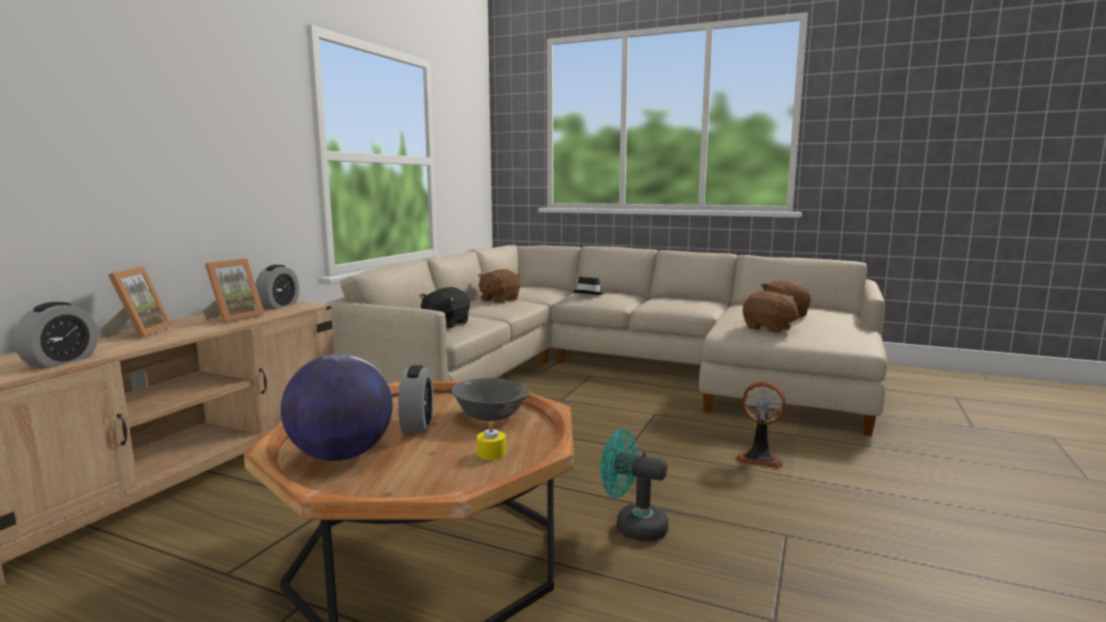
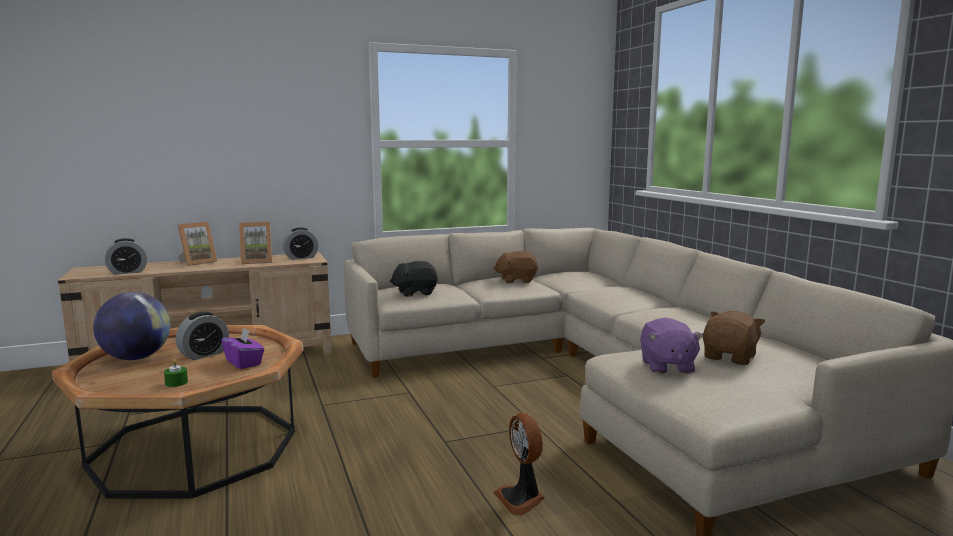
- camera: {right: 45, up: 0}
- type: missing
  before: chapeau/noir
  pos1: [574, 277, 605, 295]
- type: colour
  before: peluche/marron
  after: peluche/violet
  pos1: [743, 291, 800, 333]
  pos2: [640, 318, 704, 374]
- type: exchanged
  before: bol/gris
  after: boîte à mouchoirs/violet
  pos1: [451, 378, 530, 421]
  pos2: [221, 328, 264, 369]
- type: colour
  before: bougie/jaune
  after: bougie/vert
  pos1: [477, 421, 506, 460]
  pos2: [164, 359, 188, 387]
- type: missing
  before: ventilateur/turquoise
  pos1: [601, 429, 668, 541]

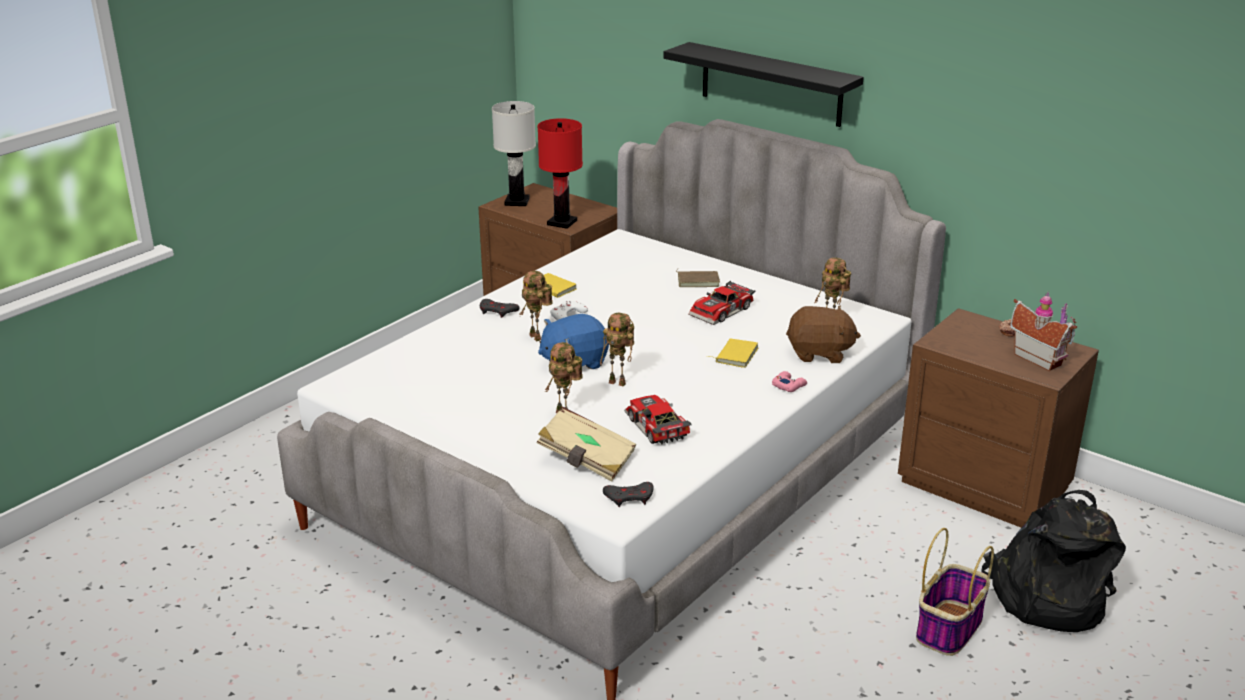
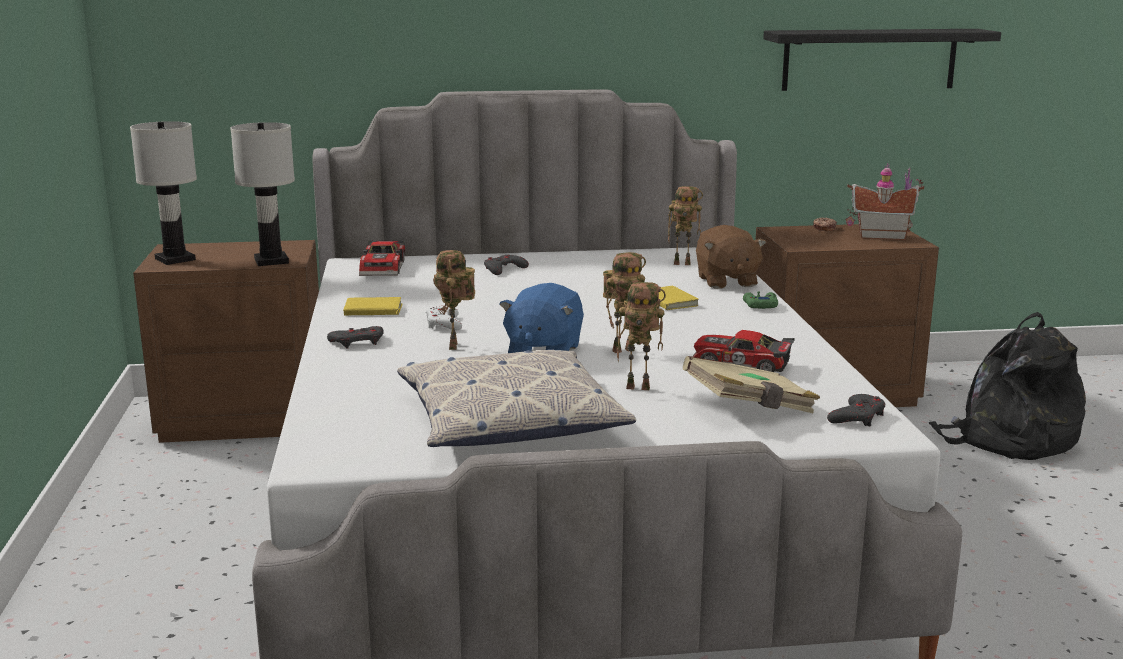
- camera: {right: -45, up: -10}
- type: relocated
  before: étagère/noir
  pos1: [663, 42, 864, 127]
  pos2: [763, 29, 1001, 91]
- type: colour
  before: lampe de table/rouge
  after: lampe de table/blanc
  pos1: [538, 118, 583, 229]
  pos2: [230, 122, 295, 266]
- type: exchanged
  before: livre/marron
  after: manette/gris
  pos1: [676, 268, 720, 287]
  pos2: [484, 255, 529, 275]
- type: spun
  before: robot jouet
  pos1: [519, 271, 553, 341]
  pos2: [433, 250, 475, 350]
  turn: 75
- type: relocated
  before: petite voiture
  pos1: [688, 281, 755, 325]
  pos2: [359, 239, 405, 276]
- type: spun
  before: peluche/marron
  pos1: [786, 305, 861, 363]
  pos2: [696, 225, 767, 289]
  turn: 120
- type: colour
  before: manette/rose
  after: manette/vert
  pos1: [772, 371, 807, 392]
  pos2: [743, 292, 778, 309]
- type: missing
  before: panier
  pos1: [916, 528, 994, 656]
- type: appeared
  after: coussin
  pos2: [397, 349, 636, 447]

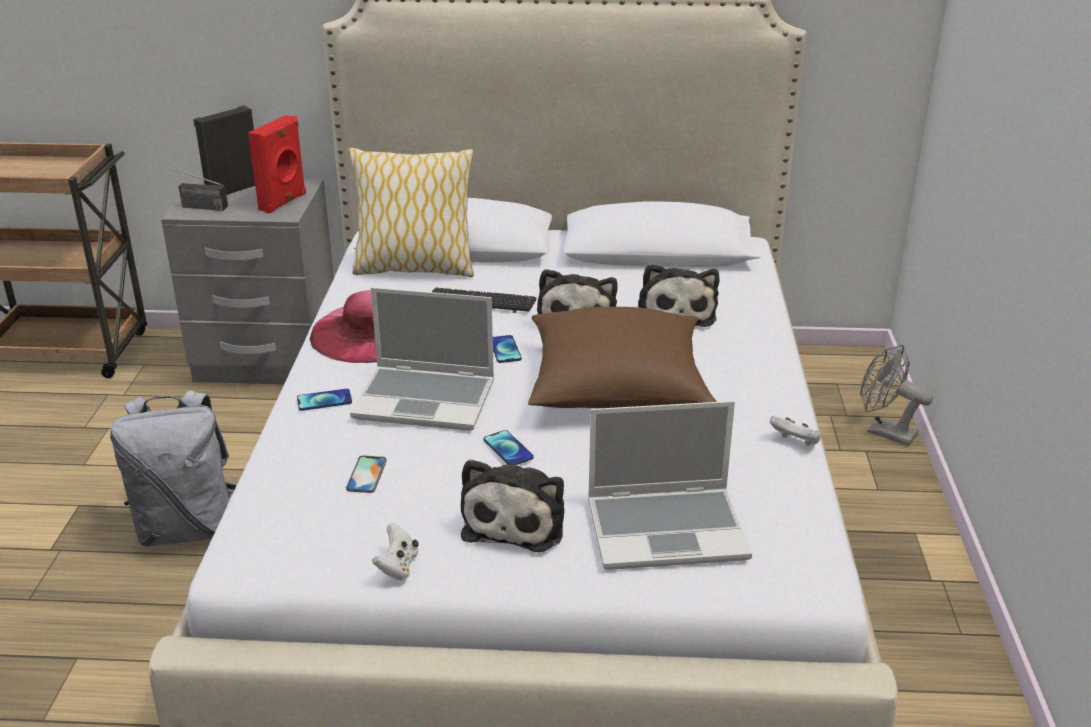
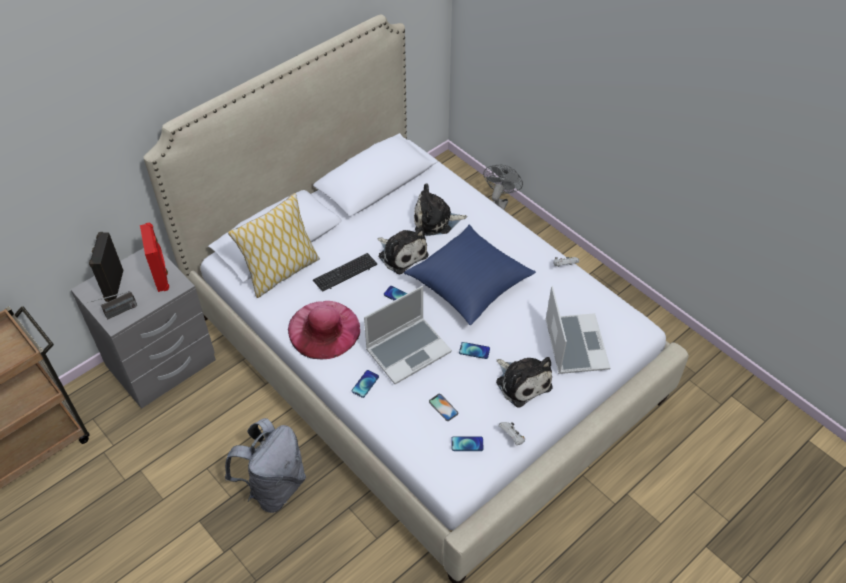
- camera: {right: -45, up: 20}
- type: spun
  before: peluche
  pos1: [638, 264, 719, 327]
  pos2: [414, 184, 467, 236]
  turn: 135
- type: colour
  before: coussin/marron
  after: coussin/bleu
  pos1: [528, 307, 717, 408]
  pos2: [404, 225, 536, 325]
- type: spun
  before: ventilateur/gris
  pos1: [860, 344, 933, 446]
  pos2: [483, 164, 523, 210]
  turn: 120
- type: spun
  before: ordinateur portable
  pos1: [588, 401, 752, 570]
  pos2: [546, 286, 610, 374]
  turn: -45
- type: appeared
  after: téléphone
  pos2: [451, 437, 484, 451]

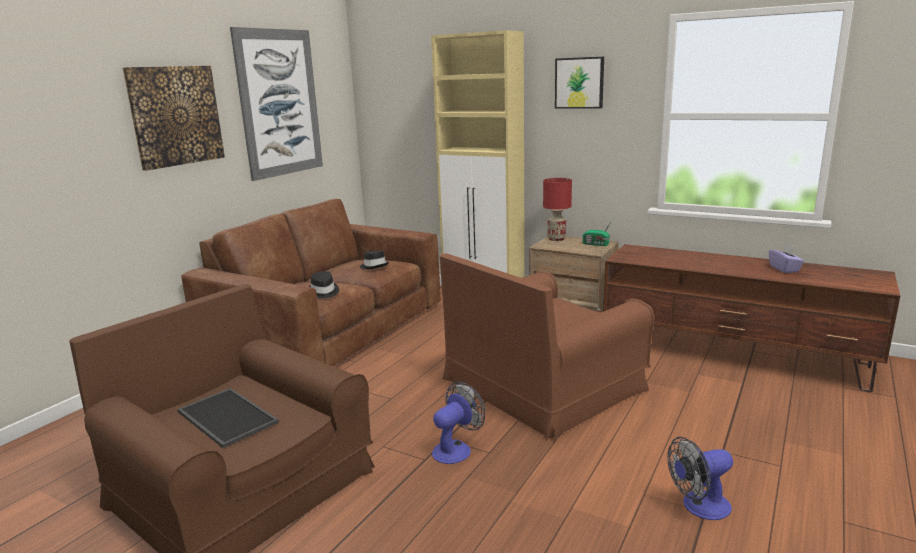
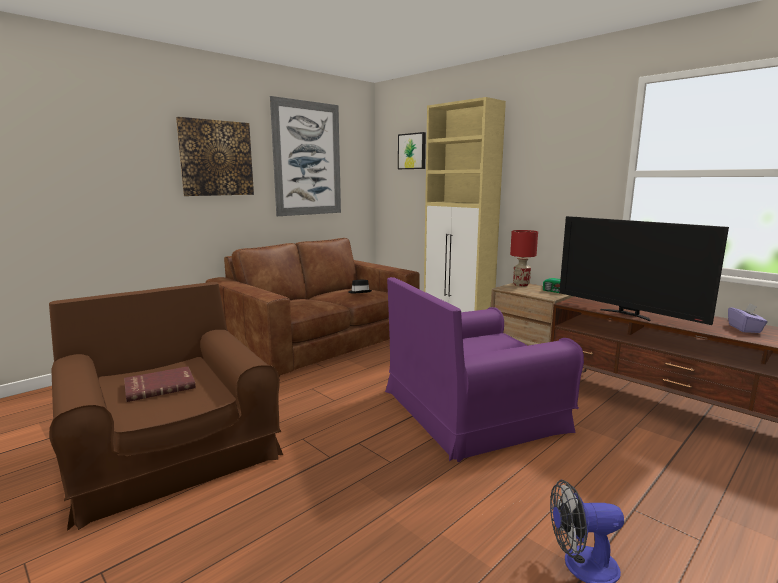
- camera: {right: 15, up: -5}
- type: relocated
  before: tableau
  pos1: [555, 57, 604, 109]
  pos2: [398, 132, 426, 169]
- type: colour
  before: fauteuil/marron
  after: fauteuil/violet
  pos1: [440, 254, 655, 441]
  pos2: [385, 277, 584, 463]
- type: missing
  before: chapeau/noir
  pos1: [309, 271, 339, 299]
- type: missing
  before: ventilateur
  pos1: [432, 382, 485, 464]
- type: exchanged
  before: plateau
  after: livre/rouge
  pos1: [177, 388, 279, 448]
  pos2: [124, 366, 196, 402]
- type: appeared
  after: téléviseur
  pos2: [559, 216, 729, 325]

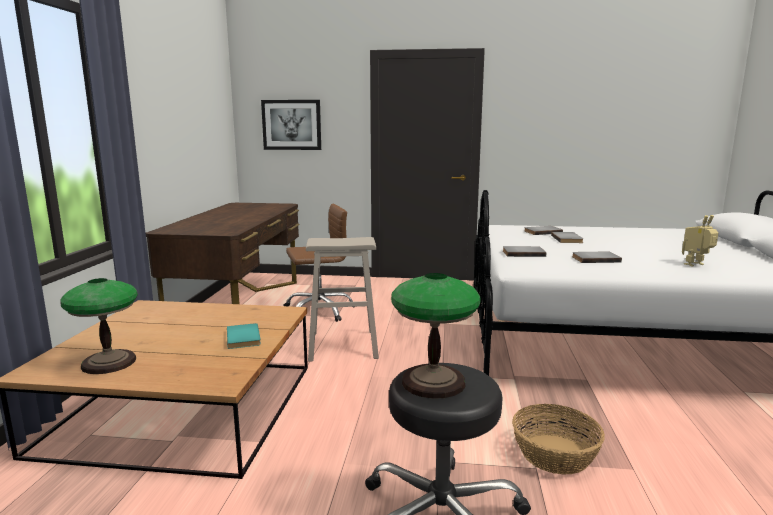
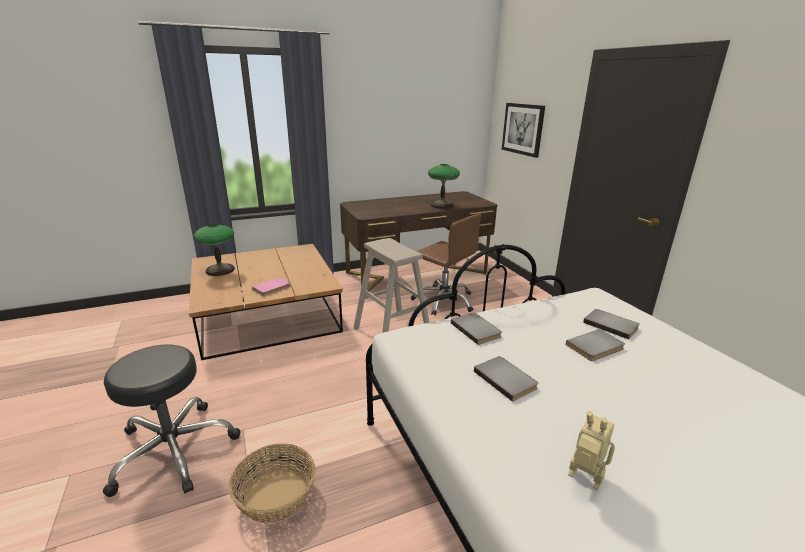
- camera: {right: 60, up: 10}
- type: relocated
  before: lampe de table
  pos1: [391, 273, 481, 399]
  pos2: [428, 164, 460, 209]
- type: colour
  before: livre/turquoise
  after: livre/rose
  pos1: [227, 323, 261, 349]
  pos2: [252, 277, 290, 296]

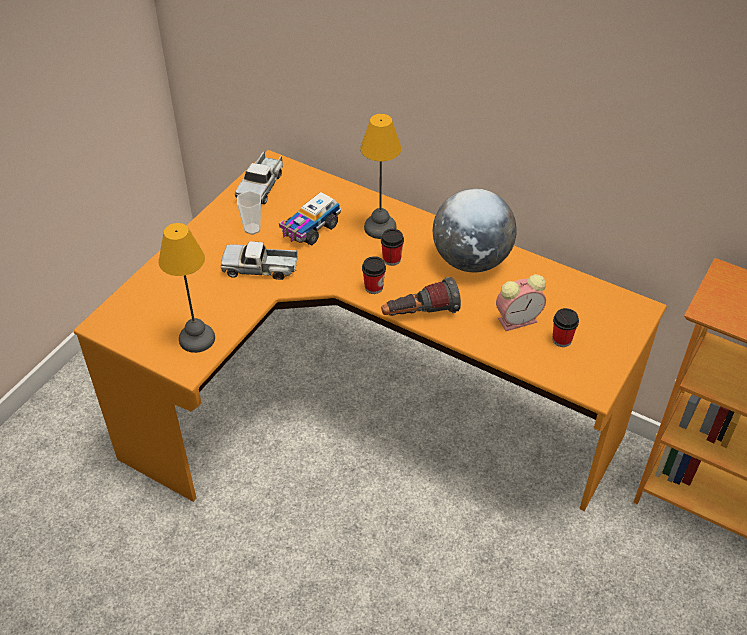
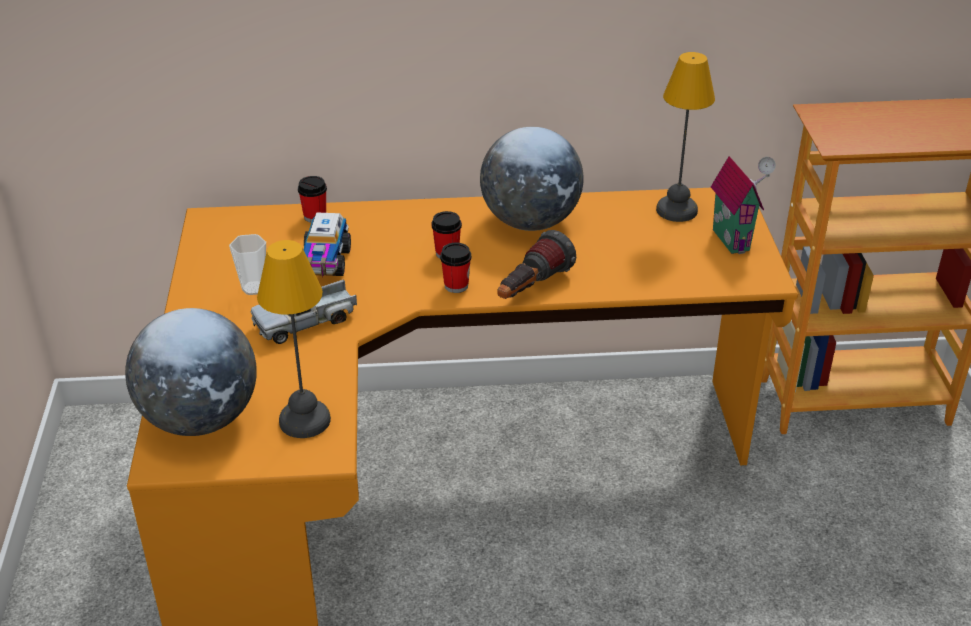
- camera: {right: -35, up: -10}
- type: relocated
  before: lampe de table
  pos1: [360, 114, 401, 239]
  pos2: [656, 52, 715, 222]
- type: missing
  before: camion jouet
  pos1: [235, 151, 283, 204]
- type: missing
  before: réveil
  pos1: [496, 274, 546, 331]
- type: relocated
  before: tasse
  pos1: [553, 308, 579, 347]
  pos2: [298, 176, 327, 223]
- type: appeared
  after: maison miniature
  pos2: [711, 156, 776, 254]
- type: appeared
  after: globe
  pos2: [125, 308, 257, 436]

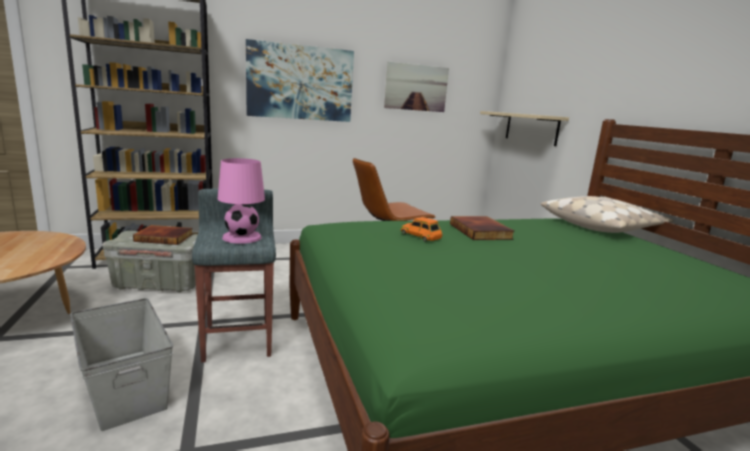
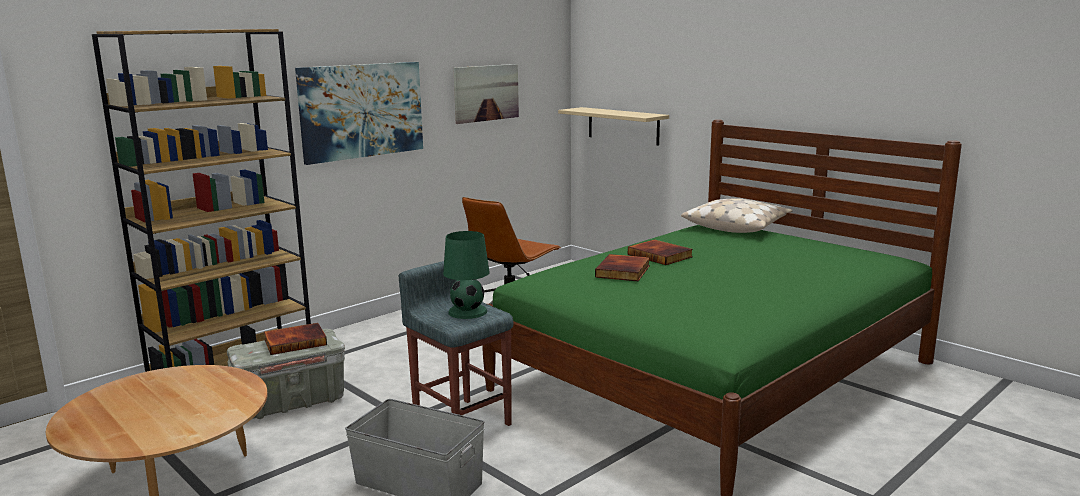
- camera: {right: -25, up: 0}
- type: colour
  before: lampe de table/rose
  after: lampe de table/vert
  pos1: [217, 158, 265, 244]
  pos2: [443, 231, 490, 319]
- type: exchanged
  before: petite voiture/orange
  after: livre
  pos1: [401, 217, 442, 242]
  pos2: [595, 254, 650, 281]

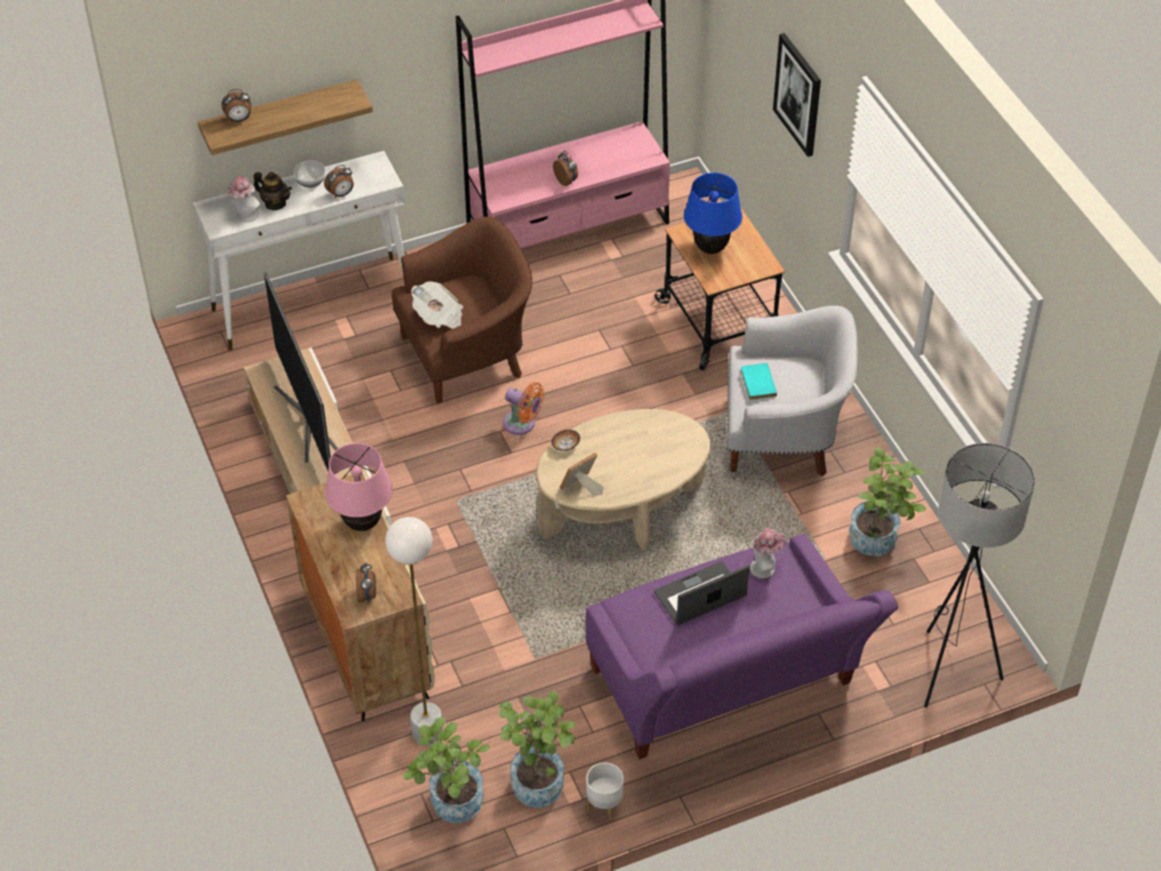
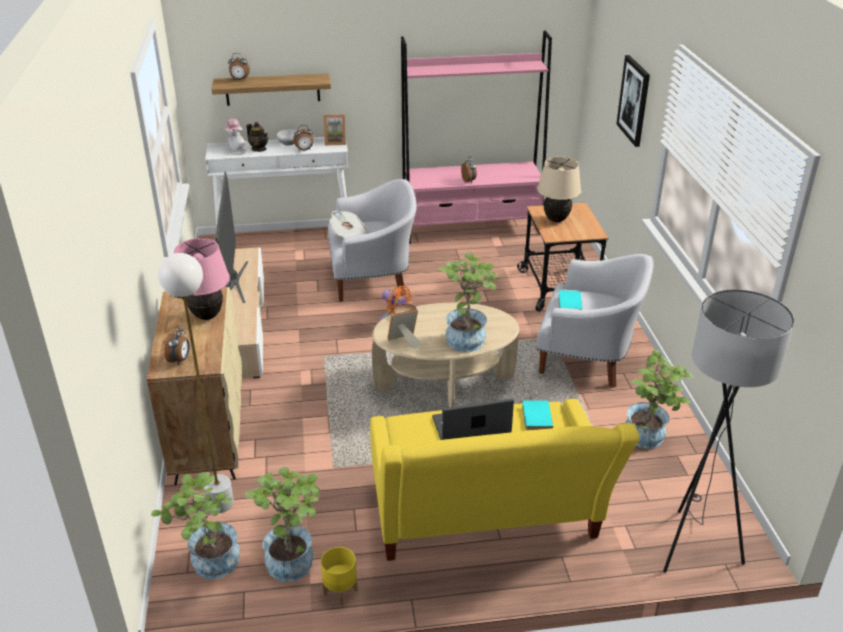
- camera: {right: 15, up: -15}
- type: colour
  before: lampe de table/bleu
  after: lampe de table/beige
  pos1: [684, 173, 742, 254]
  pos2: [537, 157, 581, 222]
- type: colour
  before: fauteuil/marron
  after: fauteuil/blanc
  pos1: [392, 217, 533, 404]
  pos2: [328, 179, 417, 302]
- type: exchanged
  before: chapeau
  after: livre/turquoise
  pos1: [750, 528, 786, 579]
  pos2: [522, 400, 553, 430]
- type: colour
  before: canapé/violet
  after: canapé/jaune
  pos1: [585, 534, 898, 759]
  pos2: [370, 399, 640, 561]
- type: colour
  before: cache-pot/blanc
  after: cache-pot/jaune
  pos1: [586, 762, 624, 820]
  pos2: [321, 547, 358, 606]
- type: appeared
  after: cadre photo
  pos2: [323, 114, 346, 145]
- type: appeared
  after: plante en pot
  pos2: [438, 252, 499, 352]

